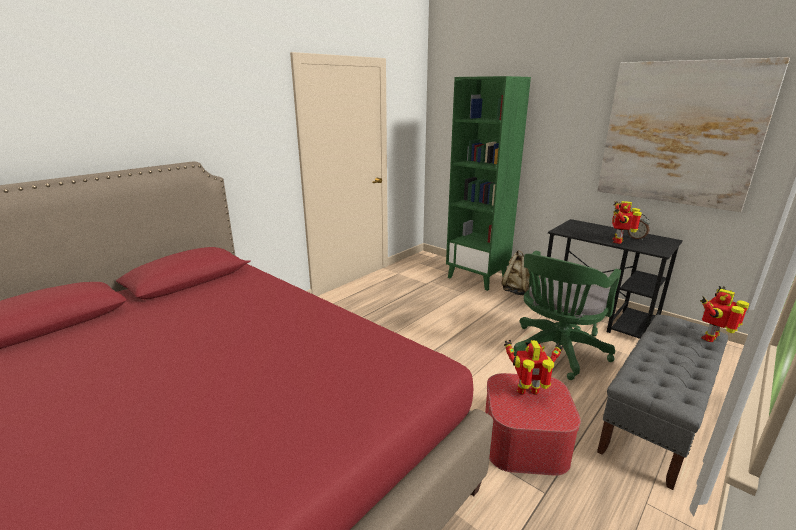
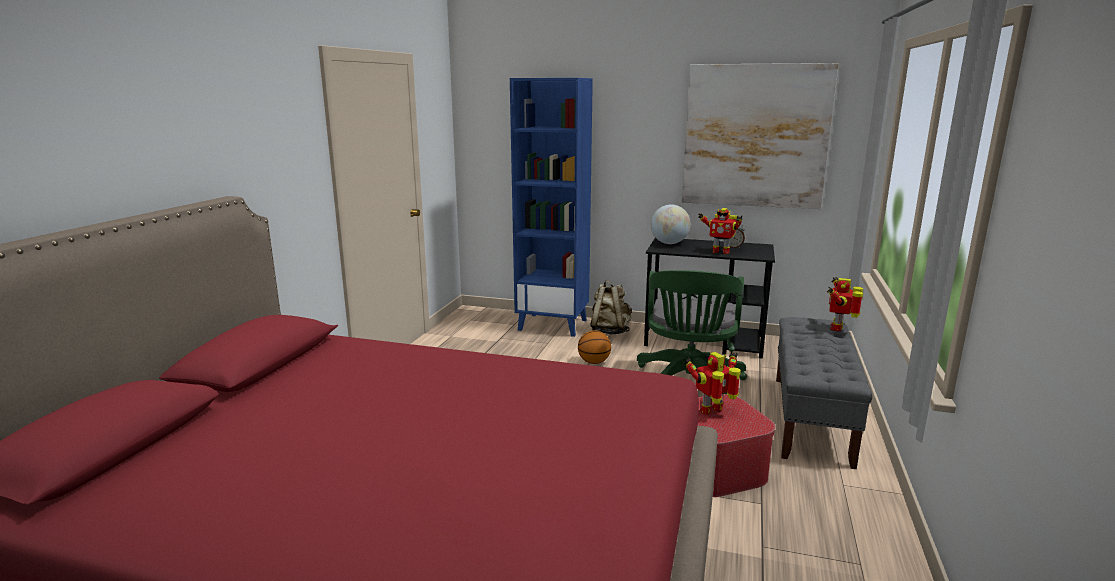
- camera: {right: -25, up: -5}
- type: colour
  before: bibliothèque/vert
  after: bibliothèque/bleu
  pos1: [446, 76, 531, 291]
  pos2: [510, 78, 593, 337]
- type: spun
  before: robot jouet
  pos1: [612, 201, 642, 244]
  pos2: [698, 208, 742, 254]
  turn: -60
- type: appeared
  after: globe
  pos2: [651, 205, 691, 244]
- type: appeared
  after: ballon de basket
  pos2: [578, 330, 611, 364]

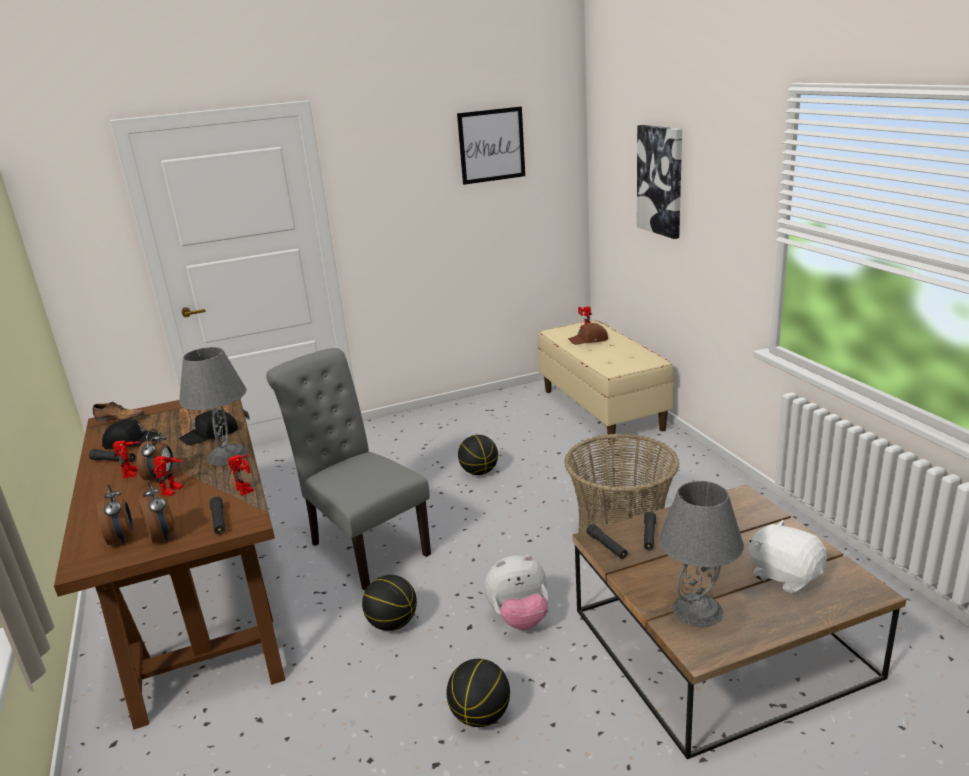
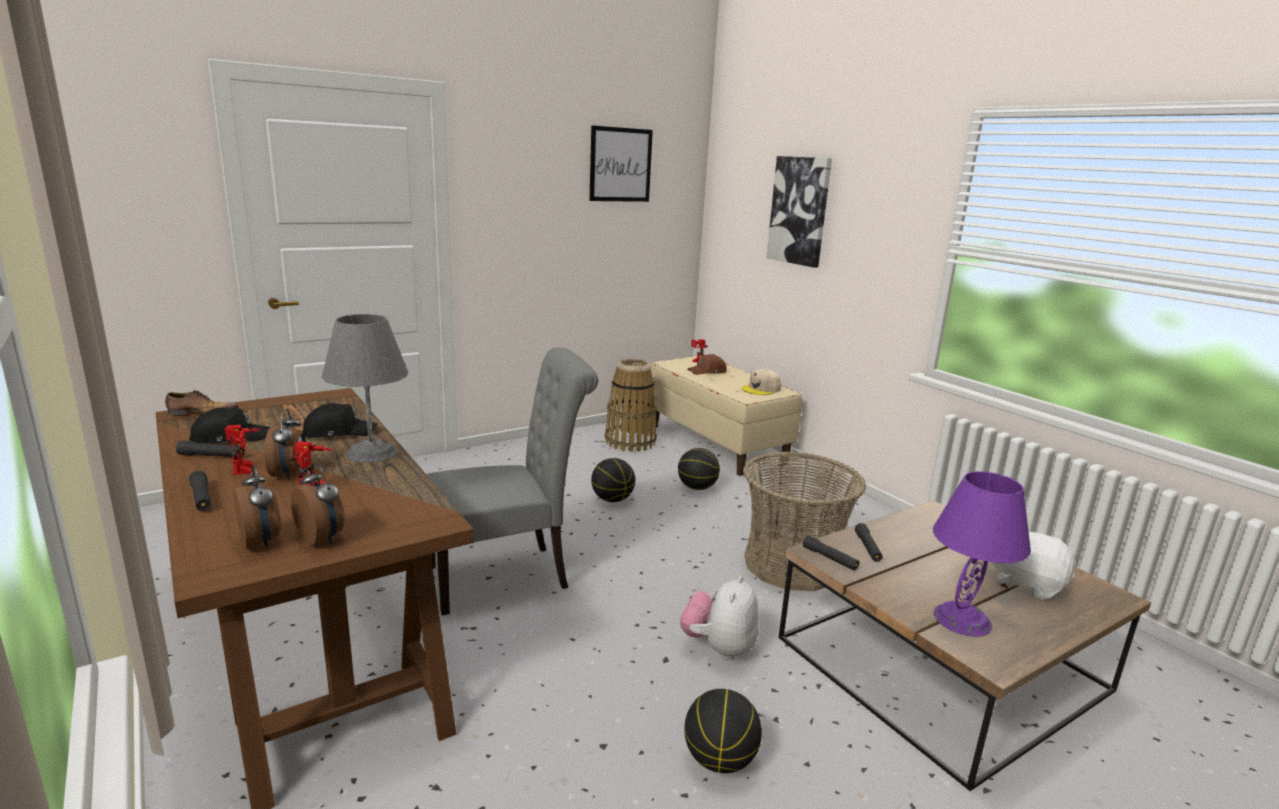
- camera: {right: -15, up: -5}
- type: spun
  before: chaise/gris
  pos1: [266, 348, 431, 591]
  pos2: [426, 347, 598, 615]
  turn: 120
- type: spun
  before: casquette/noir
  pos1: [179, 410, 238, 445]
  pos2: [302, 403, 378, 438]
  turn: -150
- type: missing
  before: robot jouet
  pos1: [228, 455, 254, 495]
- type: colour
  before: lampe de table/gris
  after: lampe de table/violet
  pos1: [659, 481, 744, 627]
  pos2: [933, 471, 1031, 637]
- type: relocated
  before: lampe de poche/noir
  pos1: [209, 496, 225, 535]
  pos2: [189, 470, 211, 511]
- type: spun
  before: peluche
  pos1: [484, 555, 548, 630]
  pos2: [680, 576, 759, 660]
  turn: 135
- type: relocated
  before: ballon de basket
  pos1: [362, 575, 417, 631]
  pos2: [678, 448, 720, 490]
- type: appeared
  after: panier
  pos2: [605, 359, 657, 452]
- type: appeared
  after: casquette/beige
  pos2: [741, 369, 781, 395]

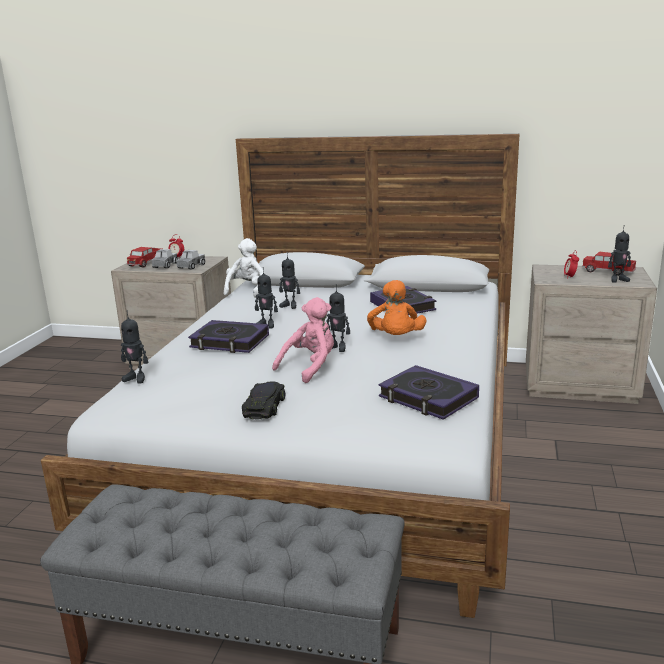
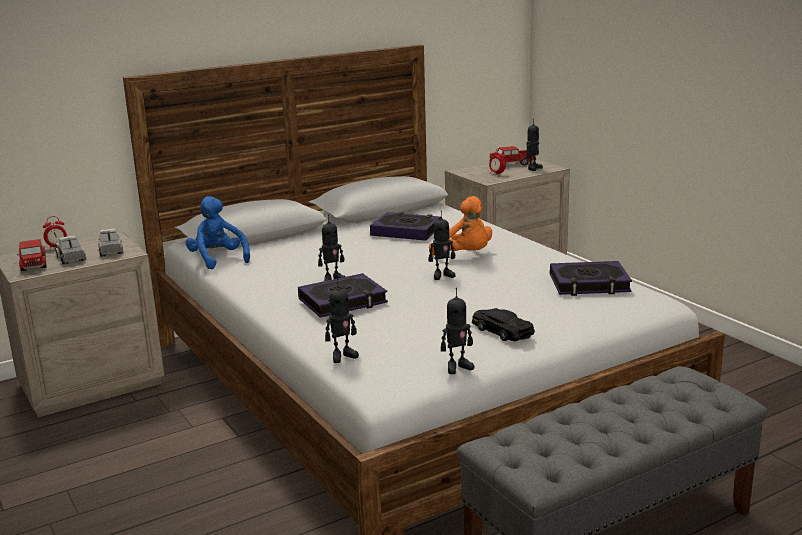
- camera: {right: -45, up: 0}
- type: colour
  before: peluche/blanc
  after: peluche/bleu
  pos1: [224, 238, 265, 298]
  pos2: [185, 196, 250, 269]
- type: relocated
  before: robot jouet
  pos1: [279, 252, 300, 309]
  pos2: [441, 288, 474, 374]
- type: missing
  before: peluche/rose
  pos1: [272, 297, 334, 383]

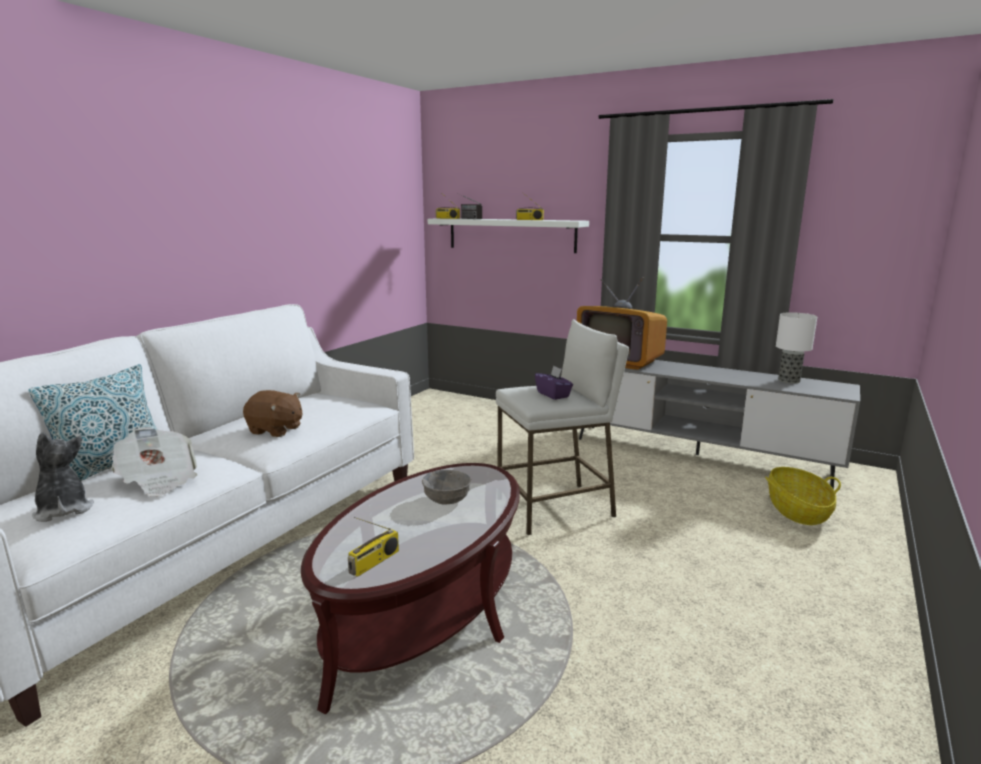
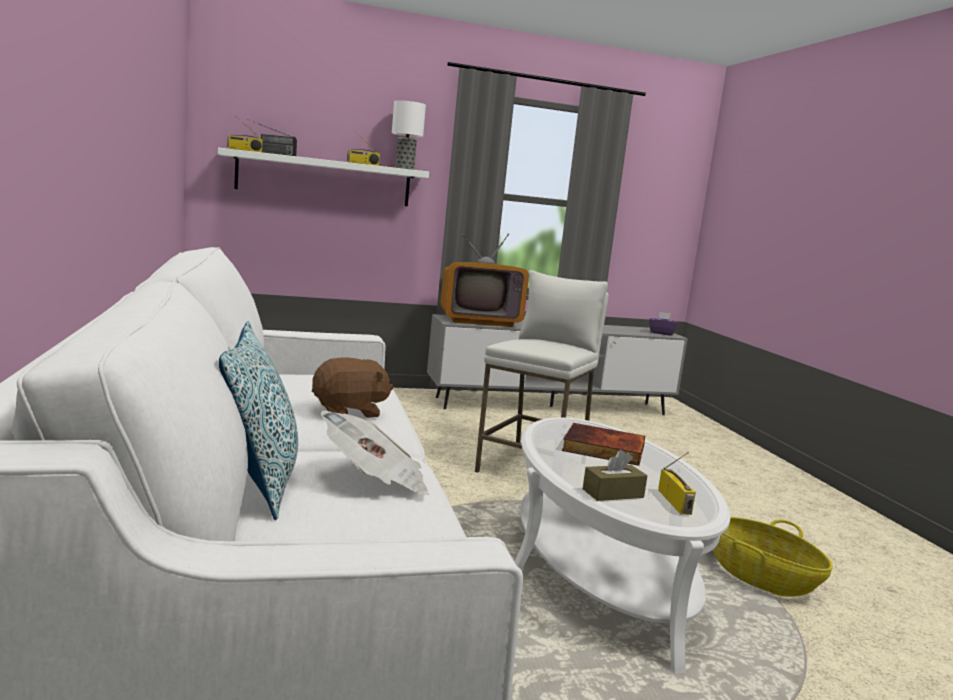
- camera: {right: -45, up: -5}
- type: relocated
  before: lampe de table
  pos1: [776, 312, 817, 384]
  pos2: [392, 100, 426, 170]
- type: relocated
  before: boîte à mouchoirs/violet
  pos1: [535, 366, 573, 400]
  pos2: [649, 312, 677, 336]
- type: missing
  before: peluche
  pos1: [32, 432, 94, 522]
- type: colour
  before: table basse/marron
  after: table basse/blanc
  pos1: [301, 463, 520, 714]
  pos2: [514, 417, 731, 674]
- type: relocated
  before: panier
  pos1: [765, 467, 841, 525]
  pos2: [713, 517, 833, 597]
- type: exchanged
  before: bol/gris
  after: livre
  pos1: [422, 470, 471, 504]
  pos2: [562, 423, 645, 466]
- type: appeared
  after: boîte à mouchoirs/marron
  pos2: [583, 450, 647, 501]

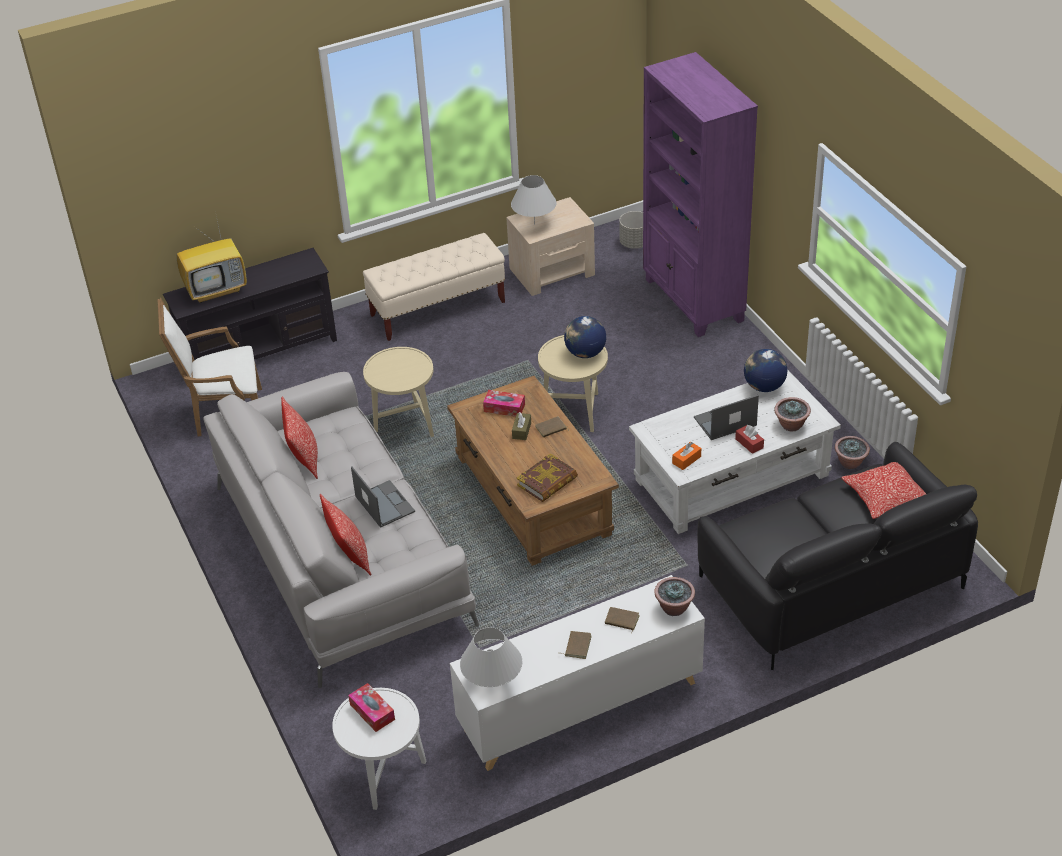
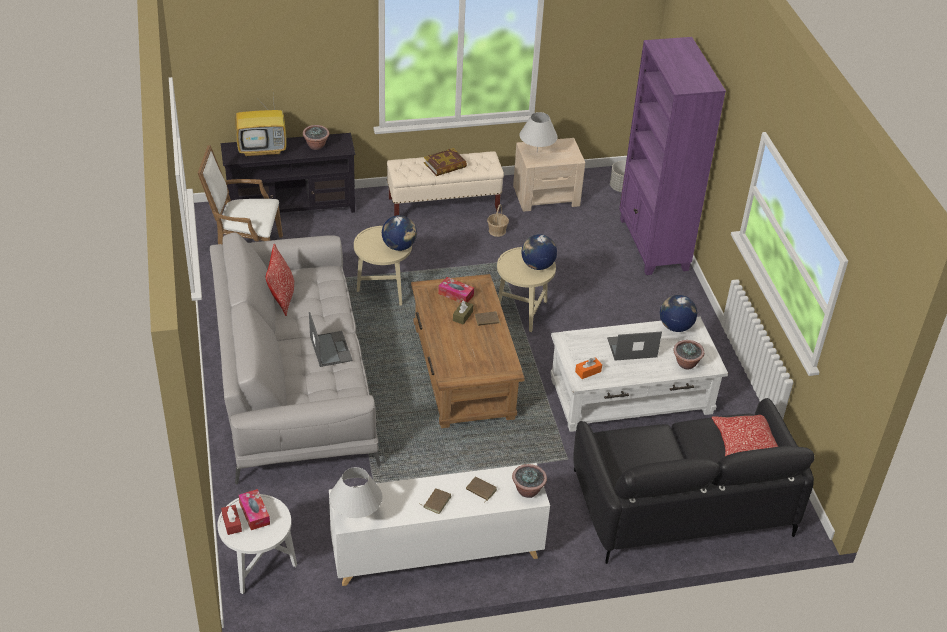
- camera: {right: 10, up: 0}
- type: relocated
  before: boîte à mouchoirs/rouge
  pos1: [735, 425, 764, 454]
  pos2: [221, 505, 242, 535]
- type: relocated
  before: plante en pot
  pos1: [835, 436, 870, 469]
  pos2: [303, 125, 329, 150]
- type: relocated
  before: livre
  pos1: [517, 453, 578, 502]
  pos2: [424, 148, 467, 176]
- type: missing
  before: coussin
  pos1: [320, 494, 372, 576]
- type: appeared
  after: panier
  pos2: [487, 204, 509, 237]
- type: appeared
  after: globe
  pos2: [382, 215, 417, 251]

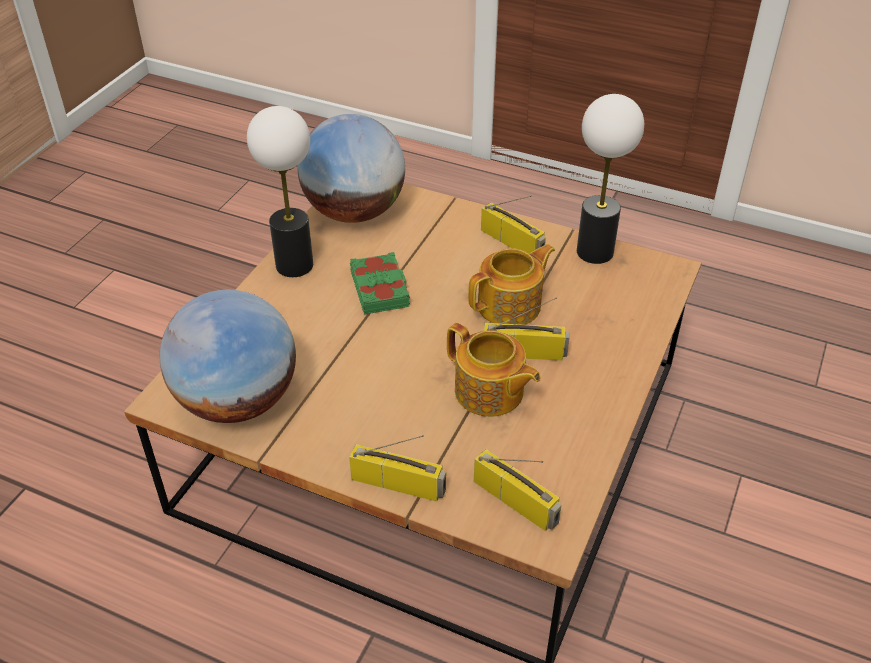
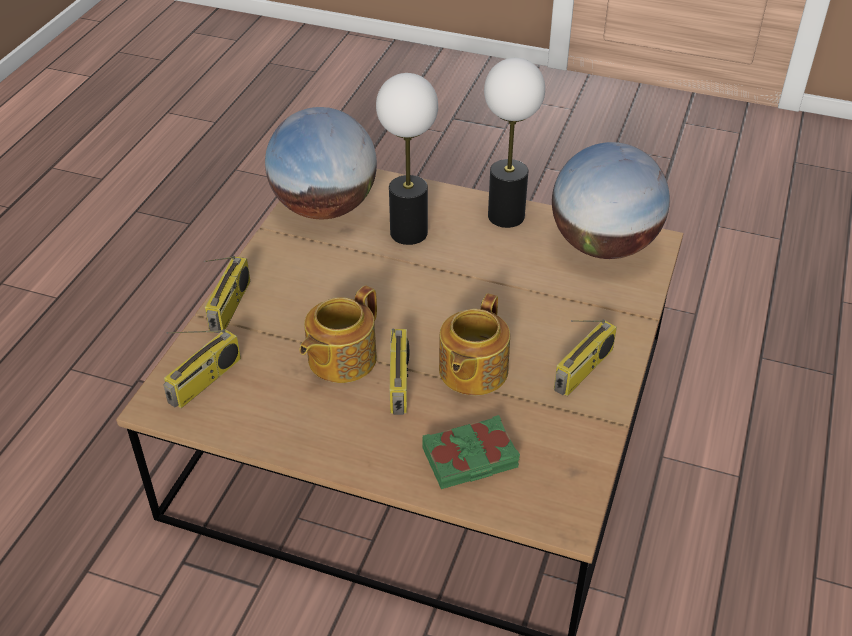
- camera: {right: 85, up: 0}
- type: relocated
  before: lampe de table
  pos1: [577, 94, 644, 264]
  pos2: [376, 73, 438, 245]
- type: spun
  before: théière
  pos1: [468, 244, 555, 325]
  pos2: [439, 294, 510, 395]
  turn: 60
- type: relocated
  before: livre/vert
  pos1: [350, 252, 410, 315]
  pos2: [423, 415, 520, 489]

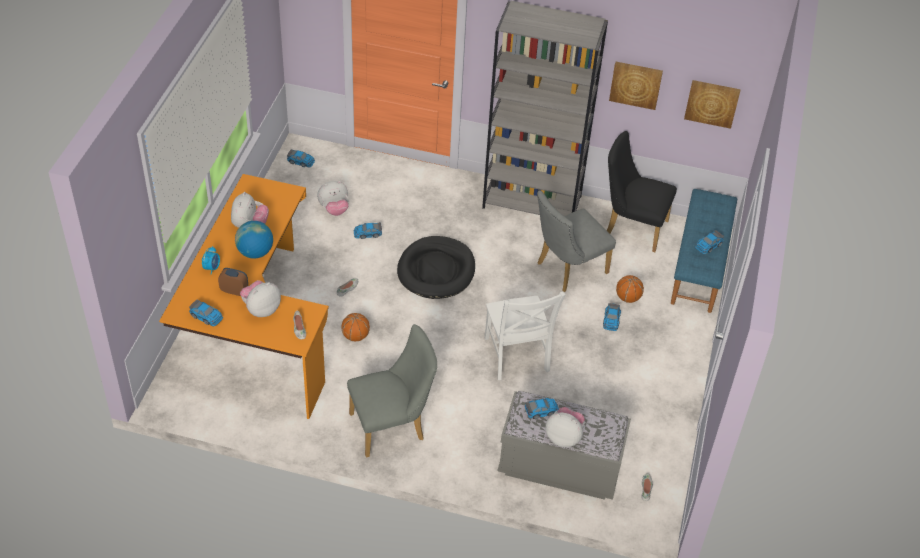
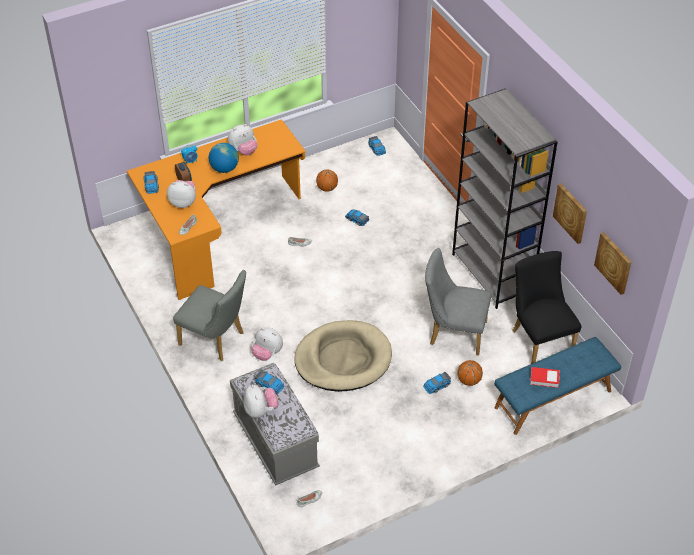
- camera: {right: 50, up: 0}
- type: relocated
  before: peluche
  pos1: [317, 181, 349, 216]
  pos2: [251, 327, 283, 361]
- type: exchanged
  before: petite voiture
  after: livre
  pos1: [695, 230, 724, 254]
  pos2: [530, 367, 560, 388]
- type: missing
  before: panier pour chien/noir
  pos1: [397, 236, 475, 299]
- type: exchanged
  before: chaise/blanc
  after: panier pour chien/beige
  pos1: [484, 291, 566, 380]
  pos2: [294, 320, 392, 392]
- type: relocated
  before: ballon de basket
  pos1: [341, 313, 370, 341]
  pos2: [316, 169, 338, 192]

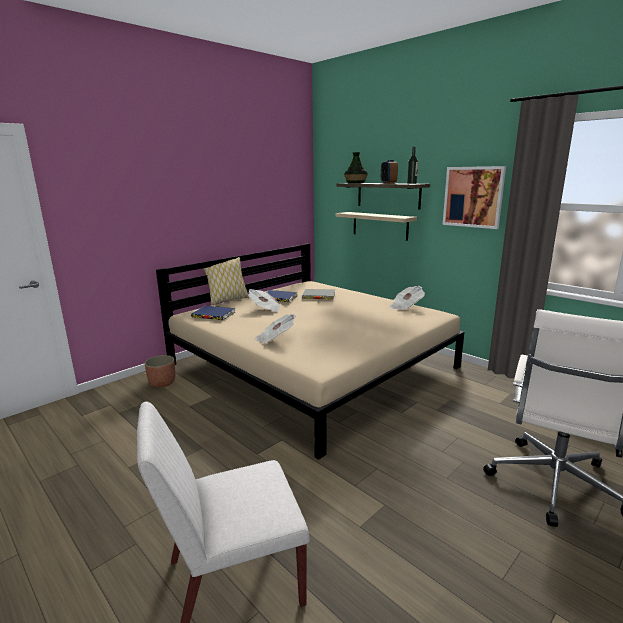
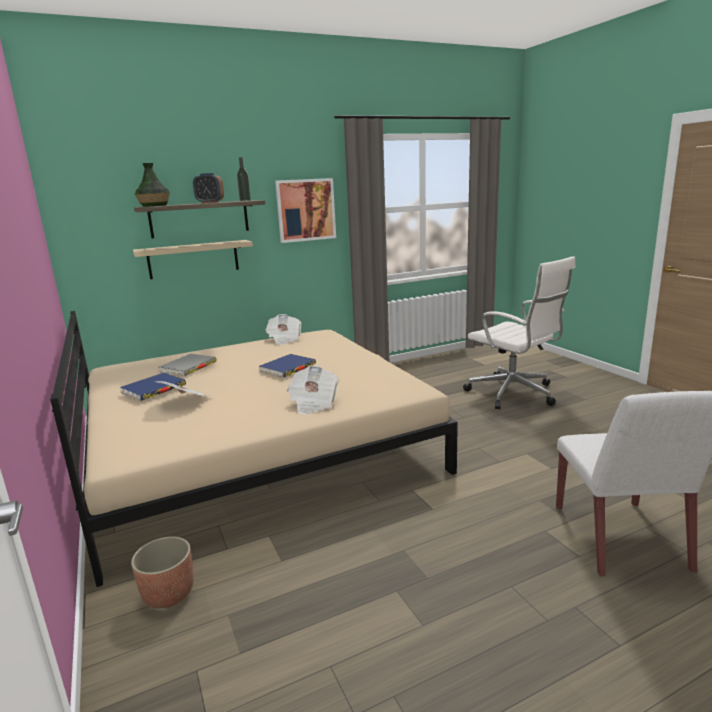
- camera: {right: -70, up: 0}
- type: missing
  before: coussin
  pos1: [203, 257, 249, 305]
- type: relocated
  before: livre/bleu
  pos1: [191, 306, 235, 320]
  pos2: [258, 354, 316, 377]

